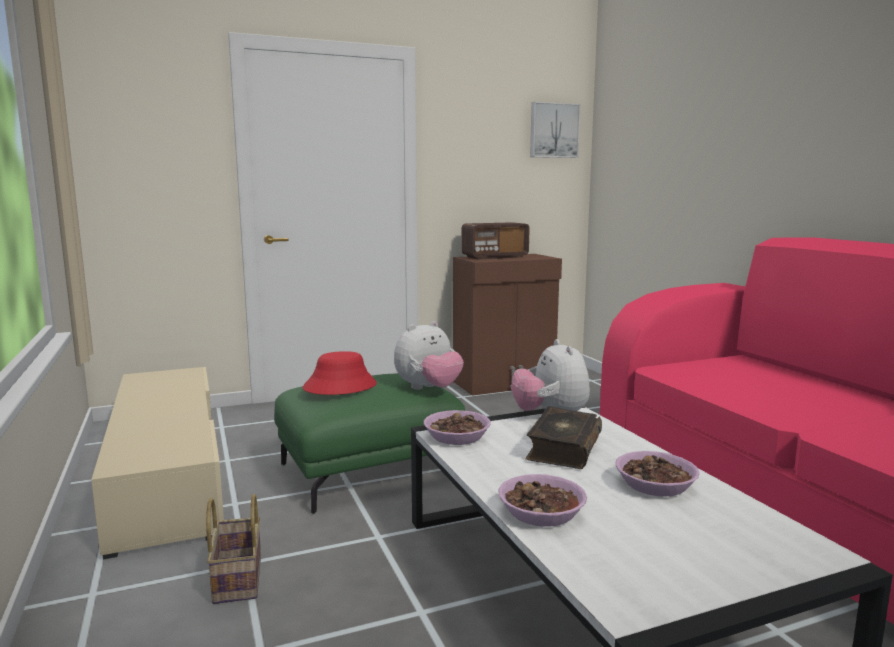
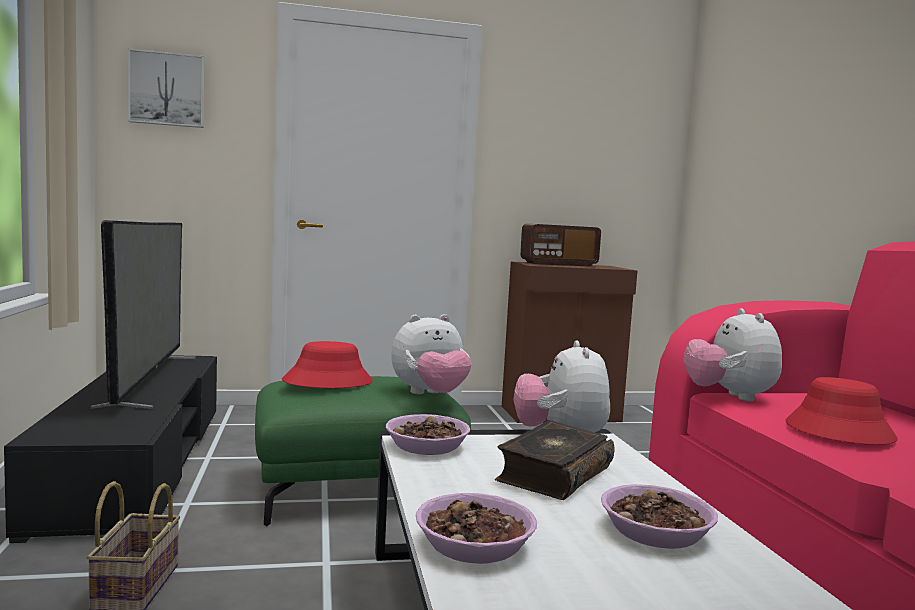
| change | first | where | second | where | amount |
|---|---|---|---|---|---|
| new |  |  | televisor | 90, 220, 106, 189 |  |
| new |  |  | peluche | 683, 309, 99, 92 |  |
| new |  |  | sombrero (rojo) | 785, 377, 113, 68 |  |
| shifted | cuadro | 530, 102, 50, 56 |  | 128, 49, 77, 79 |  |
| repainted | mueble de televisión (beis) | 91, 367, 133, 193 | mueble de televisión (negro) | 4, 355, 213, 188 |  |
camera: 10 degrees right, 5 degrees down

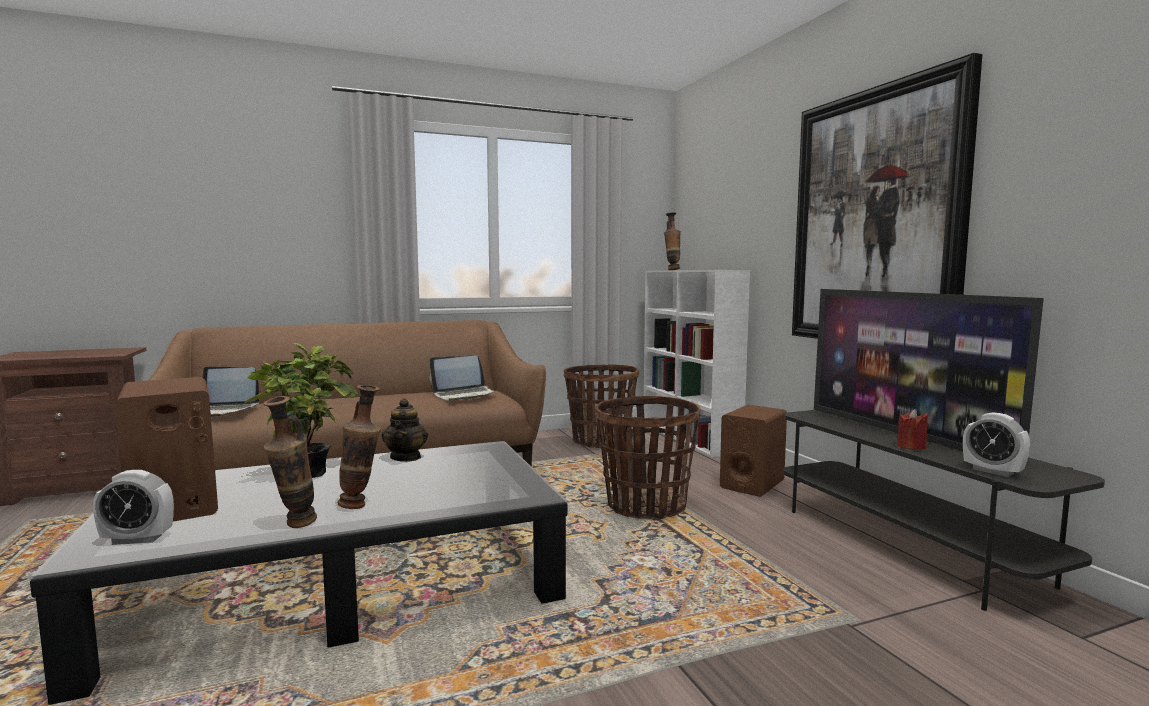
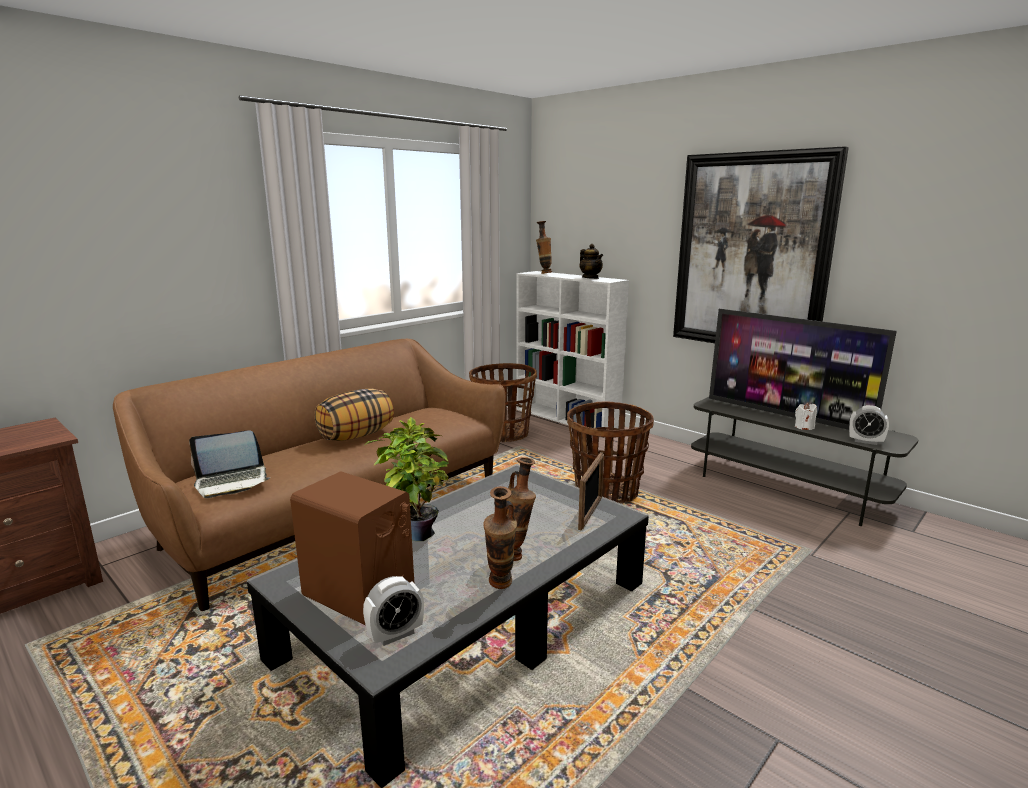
| change | first | where | second | where | amount |
|---|---|---|---|---|---|
| gone | portátil | 429, 355, 68, 46 |  |  |  |
| gone | altavoz (marrón) | 720, 405, 67, 92 |  |  |  |
| new |  |  | cojín | 315, 388, 79, 53 |  |
| new |  |  | portarretratos | 578, 453, 26, 77 |  |
| shifted | tetera | 382, 398, 46, 64 |  | 580, 244, 23, 35 |  |
| repainted | vela (rojo) | 897, 409, 31, 41 | vela (blanco) | 795, 402, 22, 28 |  |
camera: 25 degrees left, 10 degrees up

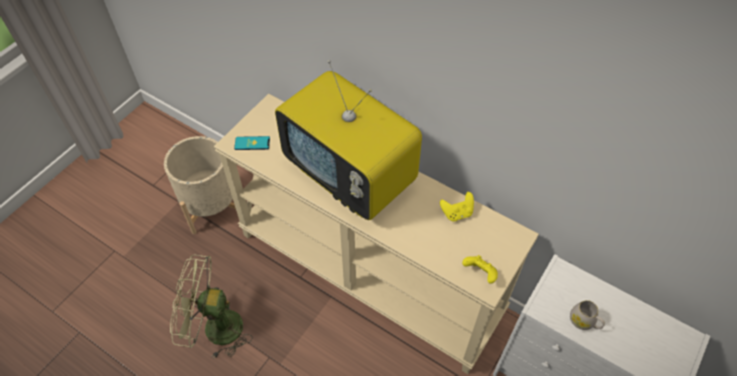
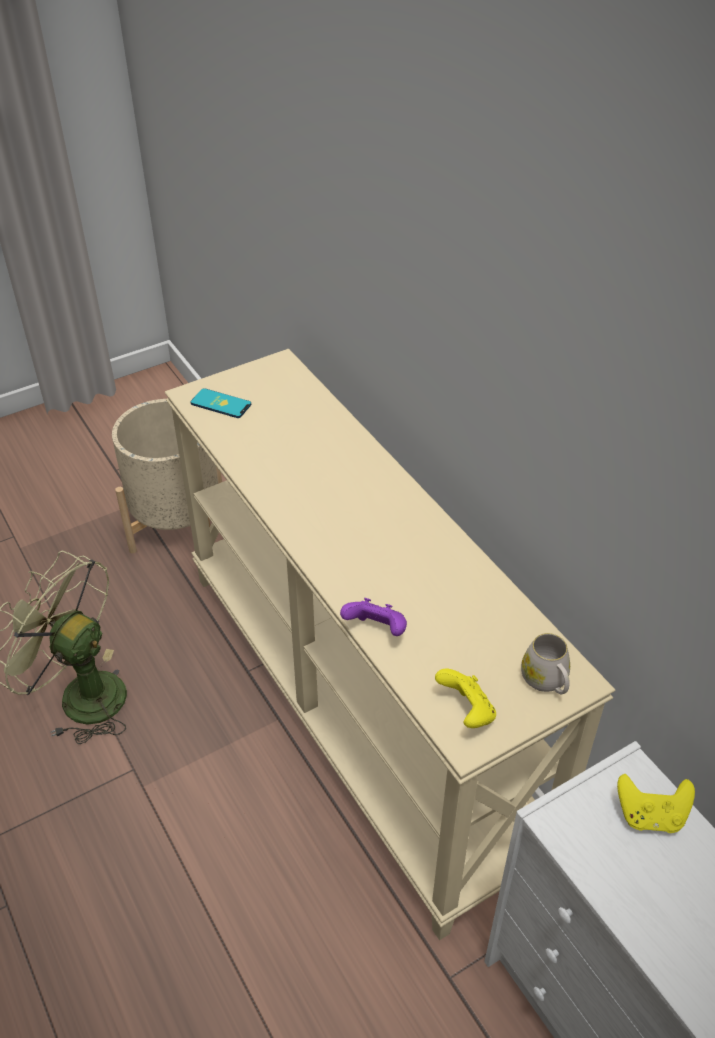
| change | first | where | second | where | amount |
|---|---|---|---|---|---|
| gone | televisor | 275, 60, 147, 160 |  |  |  |
| new |  |  | mando de consola (morado) | 340, 598, 67, 38 |  |
| shifted | mando de consola (amarillo) | 440, 192, 34, 29 |  | 617, 774, 78, 59 |  |
| shifted | taza grande (blanco) | 570, 300, 35, 30 |  | 521, 633, 49, 61 |  |
camera: 25 degrees right, 10 degrees down

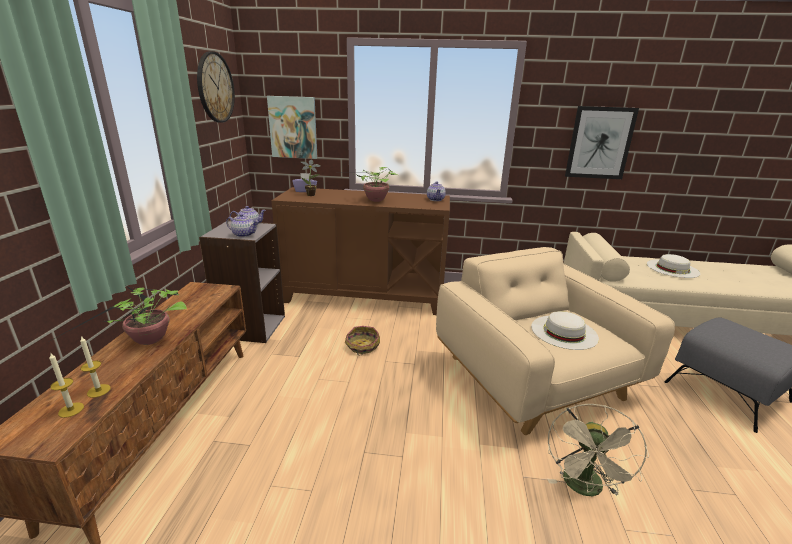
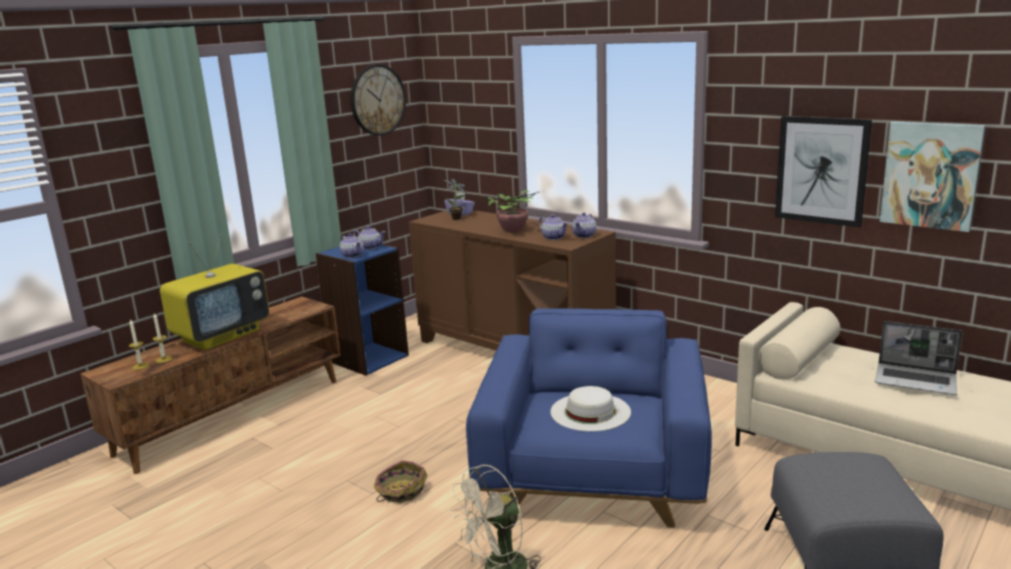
| change | first | where | second | where | amount |
|---|---|---|---|---|---|
| new |  |  | tetera | 539, 214, 29, 26 |  |
| shifted | cuadro | 267, 96, 51, 63 |  | 880, 121, 106, 111 |  |
| shifted | cesta | 345, 326, 35, 29 |  | 374, 460, 53, 43 |  |
| swapped | planta en maceta | 50, 286, 137, 59 | televisor | 160, 235, 109, 115 |  |
| swapped | sombrero (blanco) | 647, 254, 53, 24 | portátil | 875, 321, 88, 74 |  |
| repainted | estantería (gris) | 199, 220, 86, 123 | estantería (azul) | 316, 244, 93, 132 |  |
| repainted | sillón (beis) | 436, 247, 239, 188 | sillón (azul) | 466, 308, 246, 220 |  |
camera: 35 degrees right, 5 degrees down

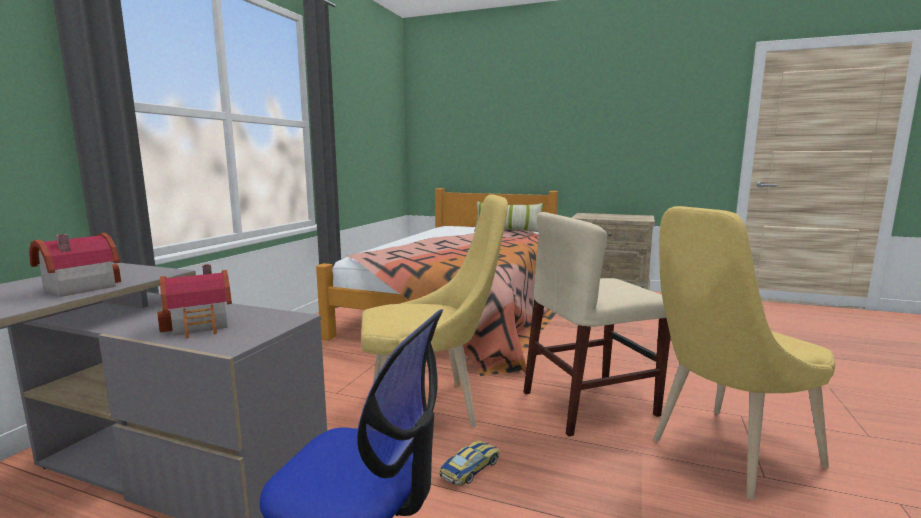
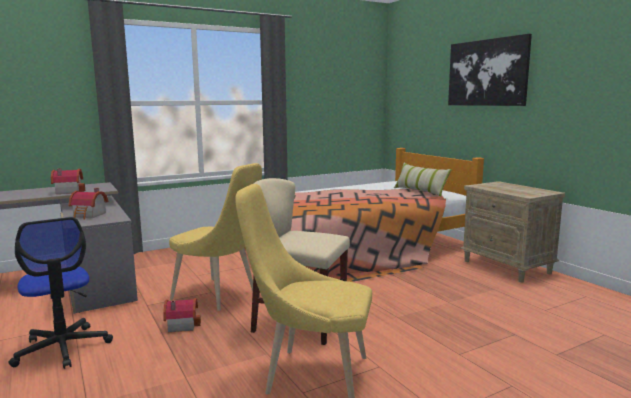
| change | first | where | second | where | amount |
|---|---|---|---|---|---|
| new |  |  | cuadro | 448, 34, 84, 72 |  |
| swapped | coche de juguete | 439, 441, 61, 45 | casita | 163, 298, 38, 34 |  |
camera: 40 degrees right, 0 degrees up

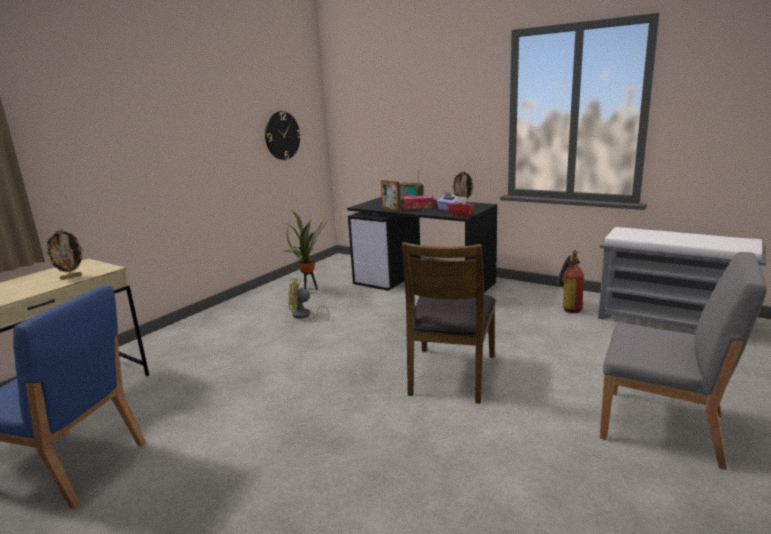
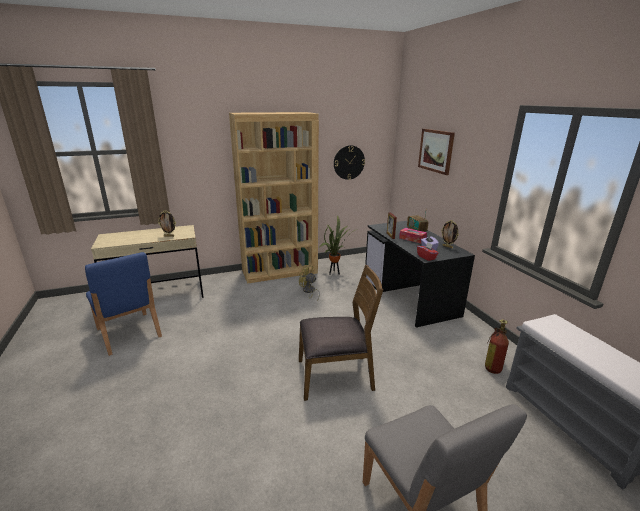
| change | first | where | second | where | amount |
|---|---|---|---|---|---|
| new |  |  | estantería (marrón) | 229, 112, 90, 172 |  |
| new |  |  | cuadro | 418, 129, 37, 46 |  |
| rotated | silla (marrón) | 402, 242, 94, 162 |  | 299, 265, 84, 136 | 150 degrees counterclockwise |
camera: 35 degrees right, 5 degrees up

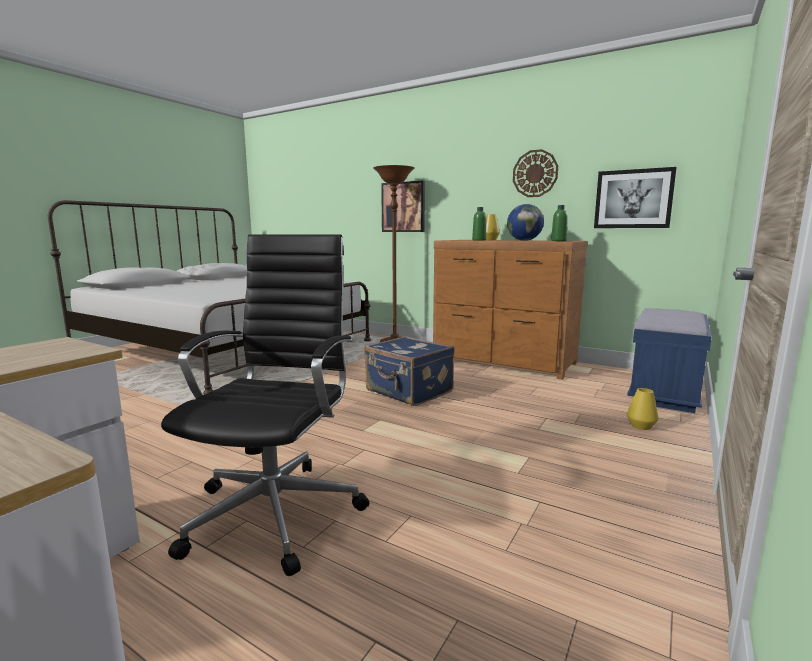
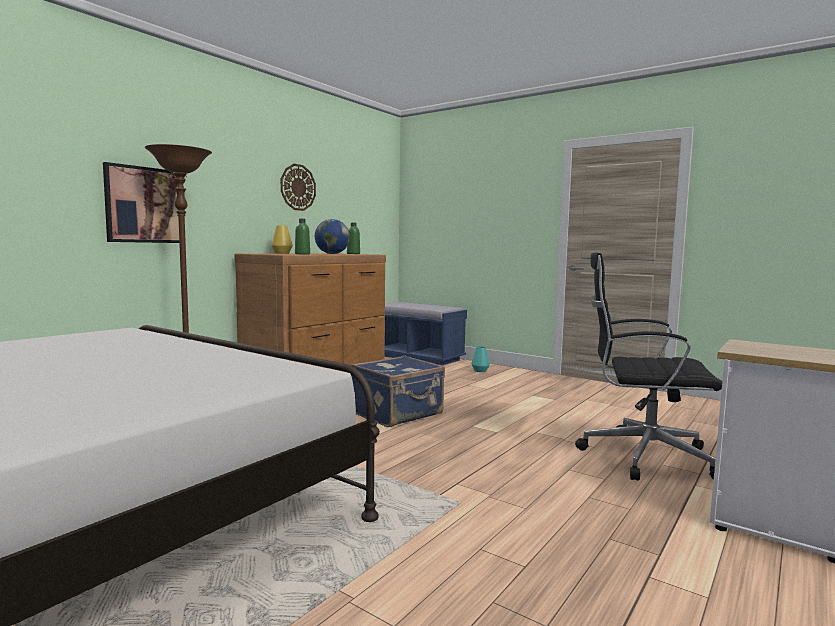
| change | first | where | second | where | amount |
|---|---|---|---|---|---|
| gone | cuadro | 594, 167, 83, 61 |  |  |  |
| repainted | florero (amarillo) | 627, 388, 32, 42 | florero (turquesa) | 471, 346, 19, 26 |  |
camera: 85 degrees left, 5 degrees down

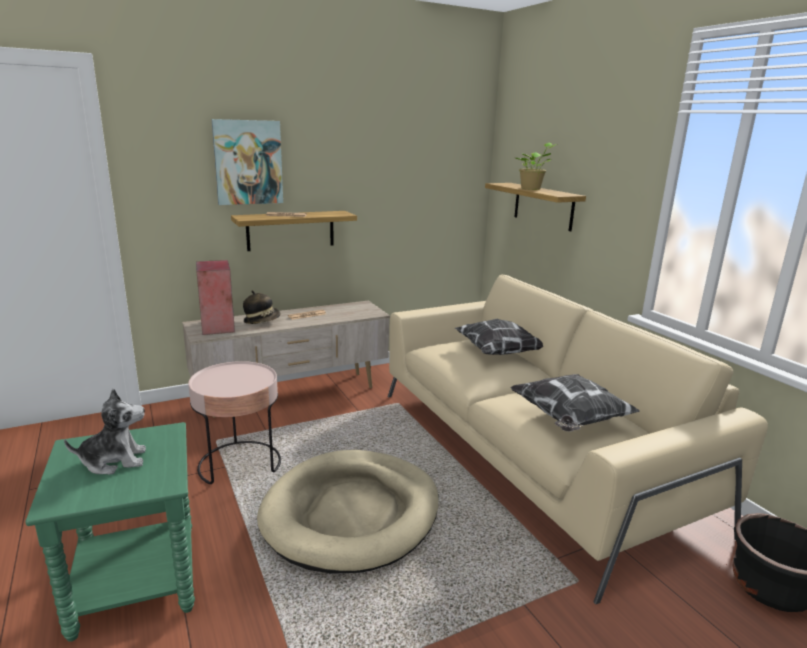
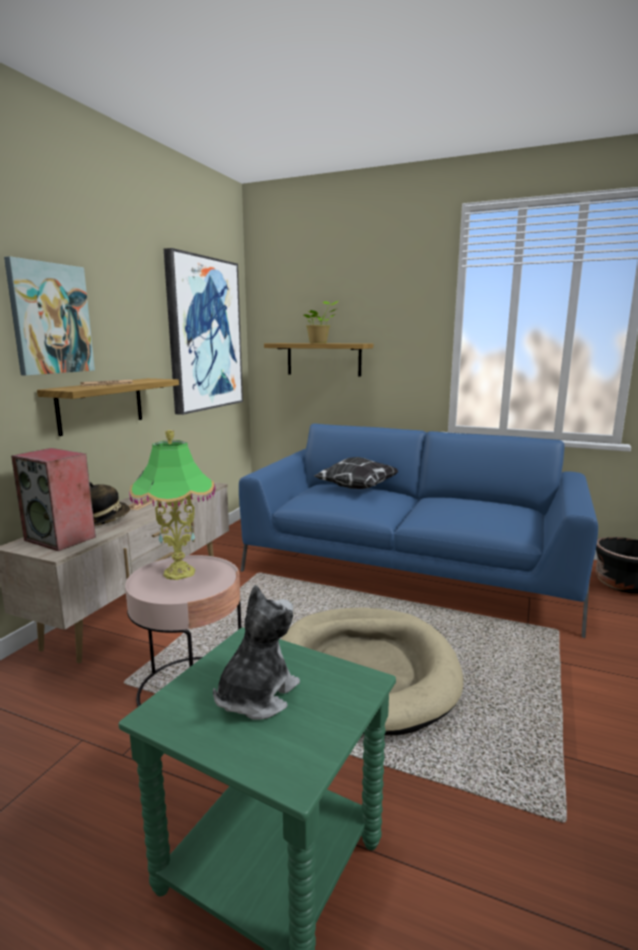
| change | first | where | second | where | amount |
|---|---|---|---|---|---|
| gone | cojín | 510, 374, 130, 58 |  |  |  |
| new |  |  | lámpara de mesa | 129, 430, 86, 150 |  |
| new |  |  | cuadro | 164, 248, 79, 167 |  |
| repainted | sofá (beis) | 388, 275, 380, 329 | sofá (azul) | 239, 424, 359, 214 |  |
camera: 40 degrees left, 5 degrees down

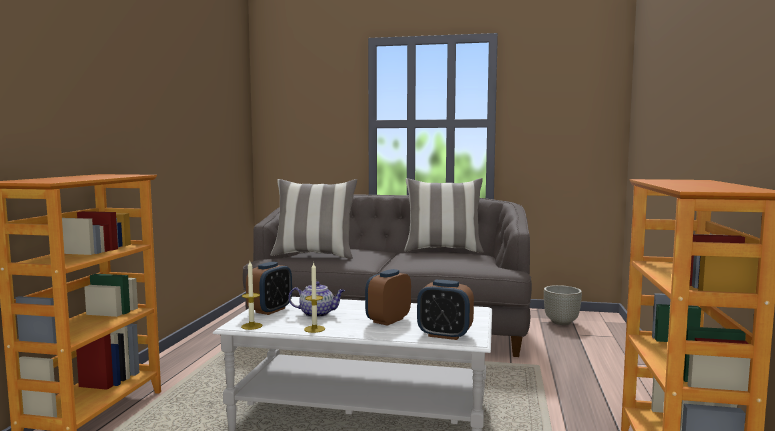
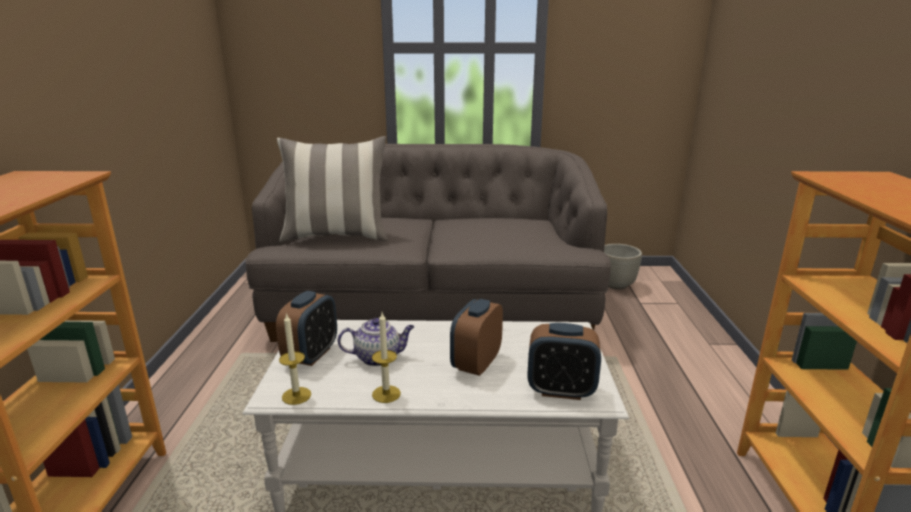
| change | first | where | second | where | amount |
|---|---|---|---|---|---|
| gone | cojín | 404, 178, 80, 75 |  |  |  |
camera: 10 degrees left, 15 degrees up

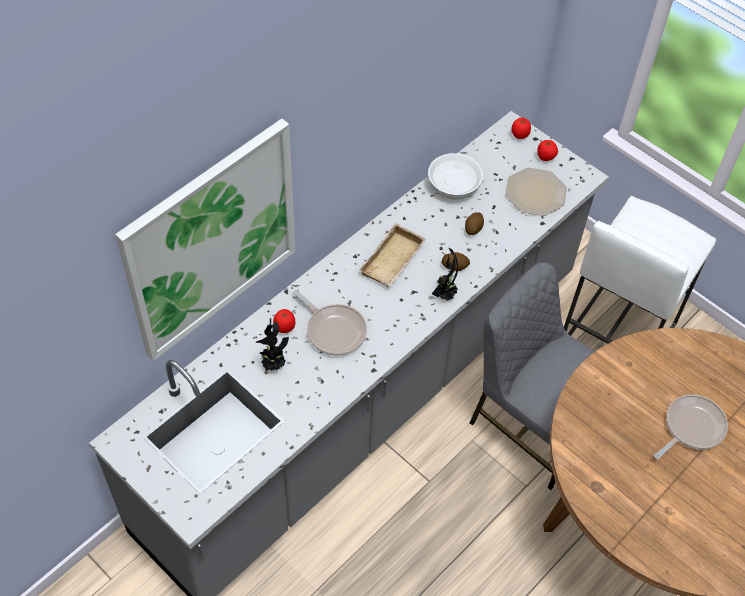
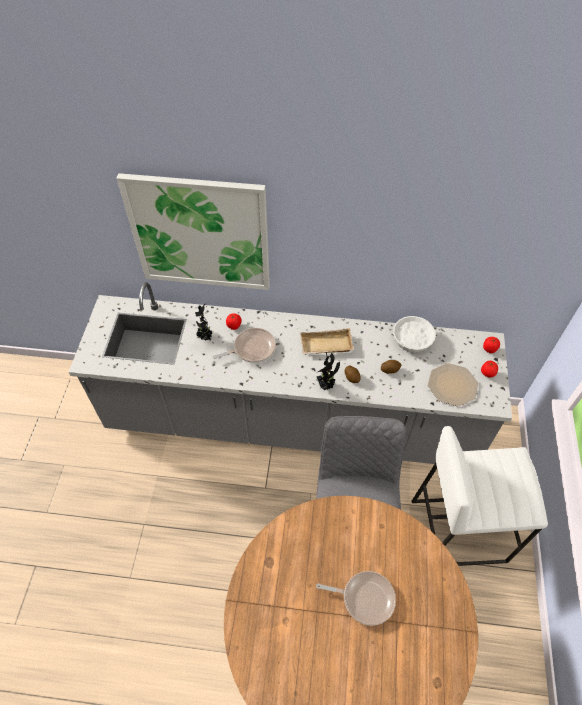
| change | first | where | second | where | amount |
|---|---|---|---|---|---|
| rotated | sartén | 293, 290, 74, 66 |  | 213, 328, 63, 35 | 120 degrees counterclockwise |
camera: 55 degrees right, 0 degrees up

